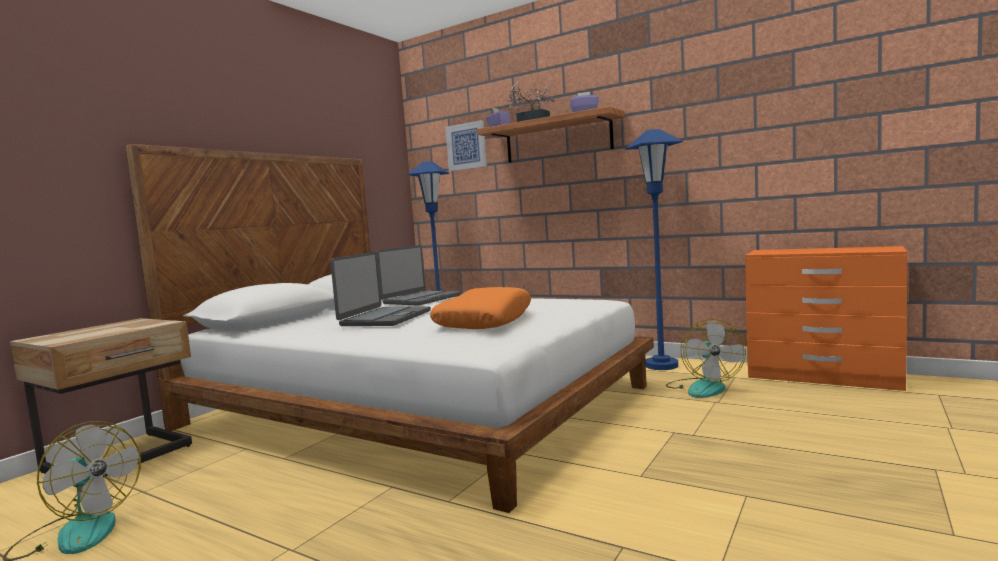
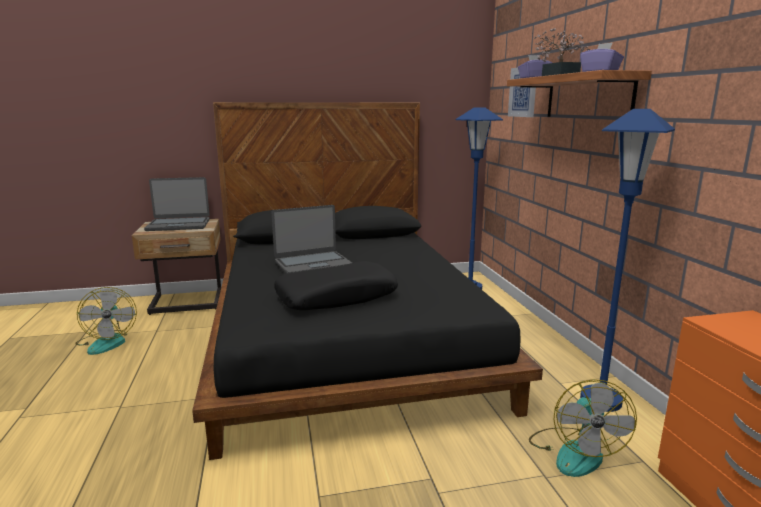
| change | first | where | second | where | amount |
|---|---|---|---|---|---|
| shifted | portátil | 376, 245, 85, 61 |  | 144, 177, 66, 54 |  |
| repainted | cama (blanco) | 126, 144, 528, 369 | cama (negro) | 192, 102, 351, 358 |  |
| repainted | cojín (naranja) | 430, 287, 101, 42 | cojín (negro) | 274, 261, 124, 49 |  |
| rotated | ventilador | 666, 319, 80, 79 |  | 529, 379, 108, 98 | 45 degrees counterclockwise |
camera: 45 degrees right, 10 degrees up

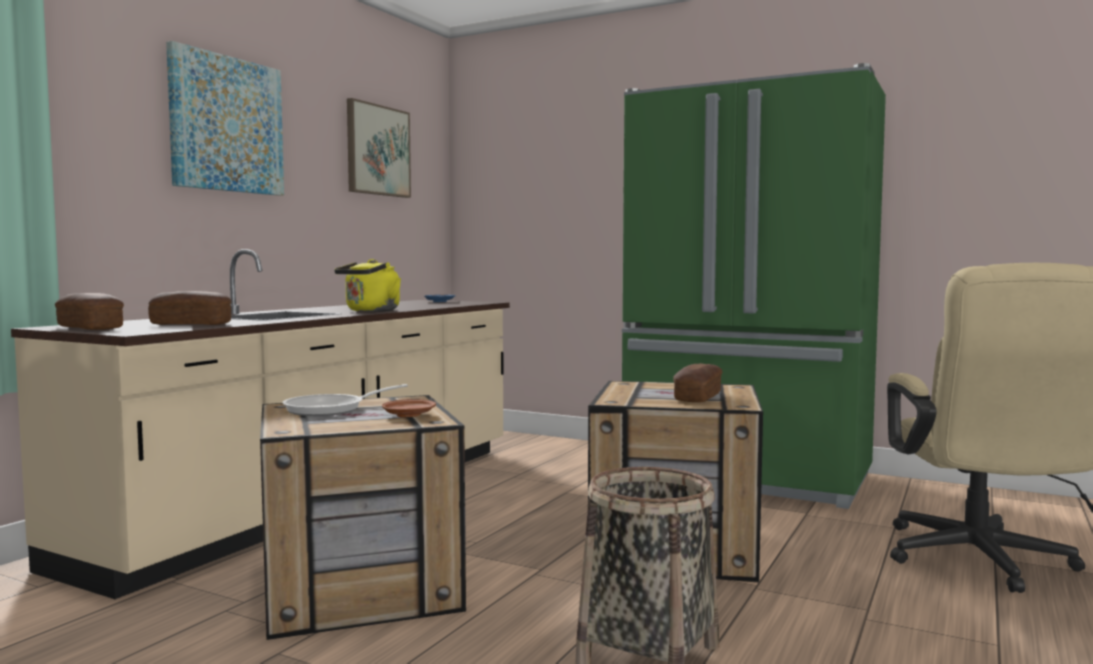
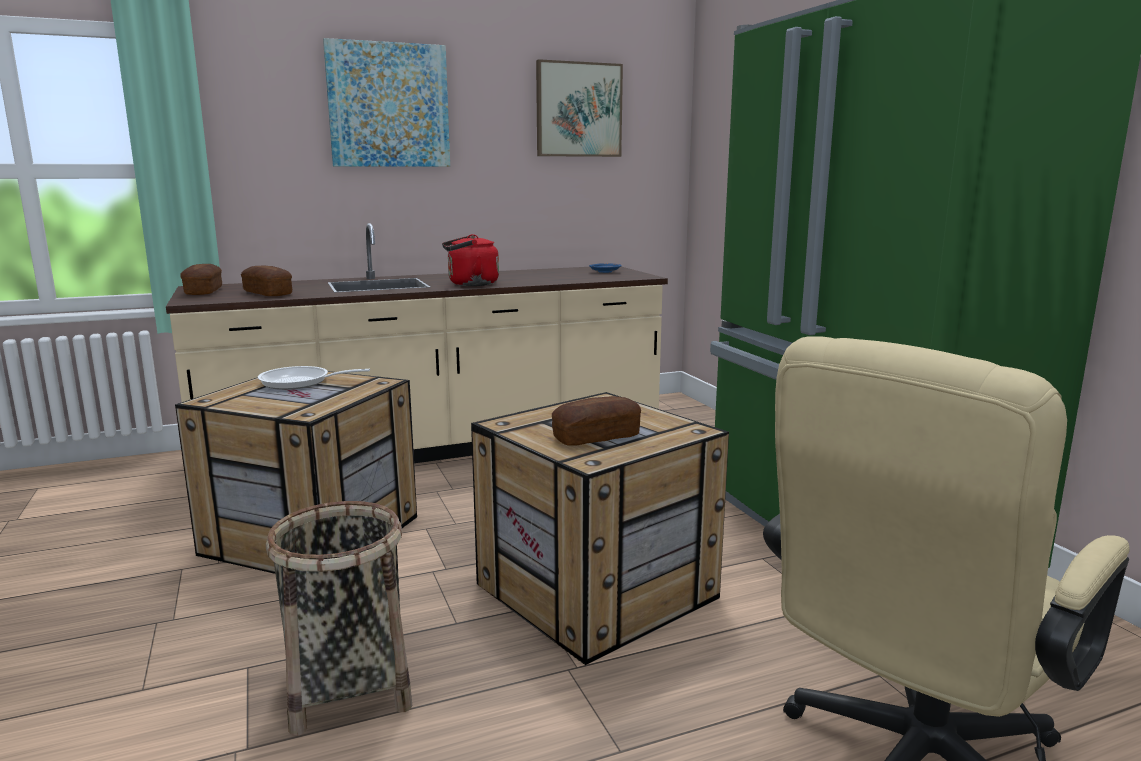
| change | first | where | second | where | amount |
|---|---|---|---|---|---|
| gone | plato (marrón) | 382, 399, 54, 18 |  |  |  |
| repainted | hervidor (amarillo) | 334, 259, 67, 53 | hervidor (rojo) | 442, 234, 57, 52 |  |
camera: 40 degrees right, 10 degrees up

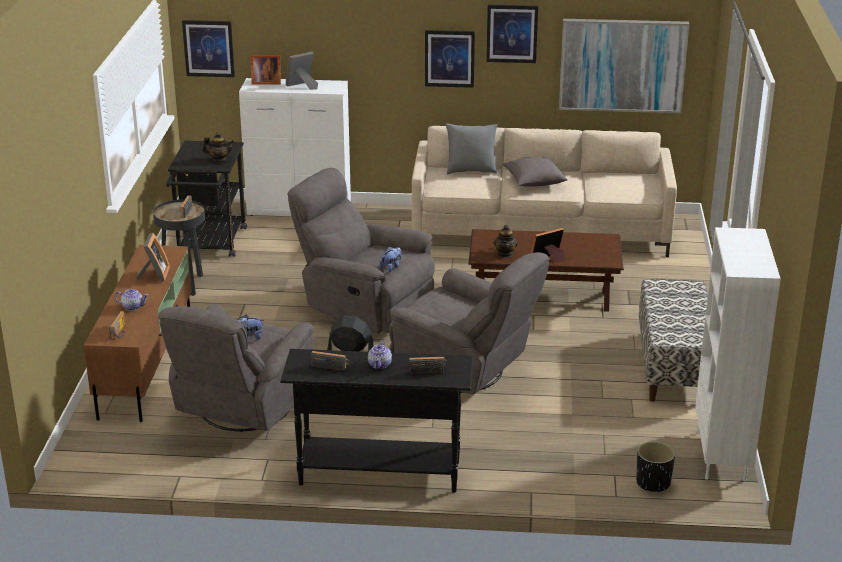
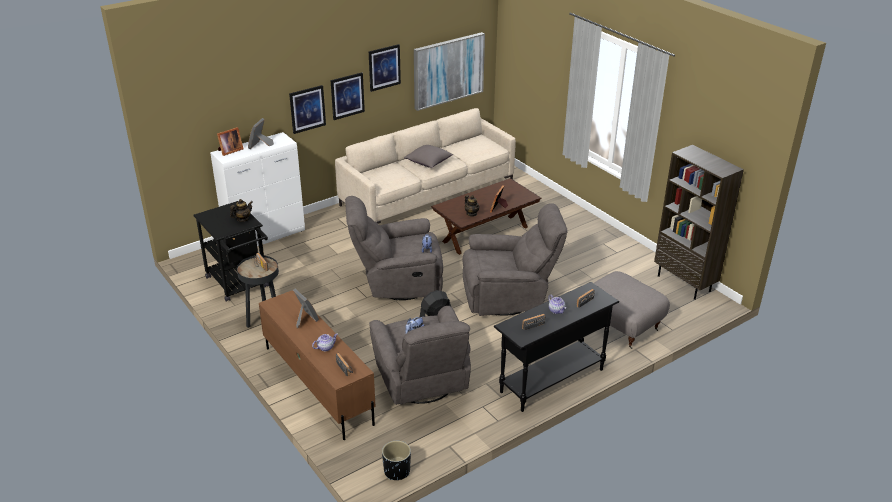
| change | first | where | second | where | amount |
|---|---|---|---|---|---|
| gone | cojín (gris) | 446, 124, 51, 50 |  |  |  |
| gone | banco | 639, 279, 69, 123 |  |  |  |
| new |  |  | puf (gris) | 594, 271, 76, 78 |  |
| shifted | cuadro | 182, 20, 53, 57 |  | 289, 85, 37, 49 |  |
| shifted | maceta (negro) | 636, 441, 39, 52 |  | 382, 441, 29, 39 |  |
| repainted | estantería (blanco) | 695, 227, 86, 254 | estantería (marrón) | 654, 145, 90, 155 |  |
camera: 40 degrees left, 5 degrees up

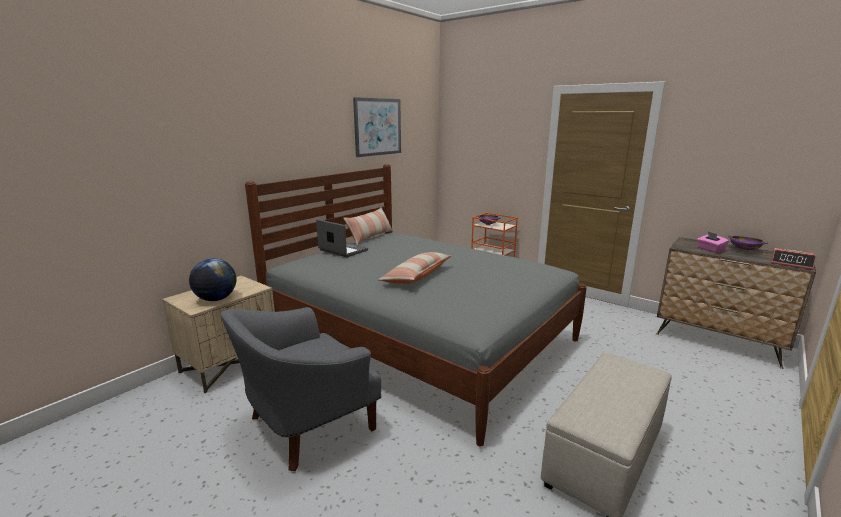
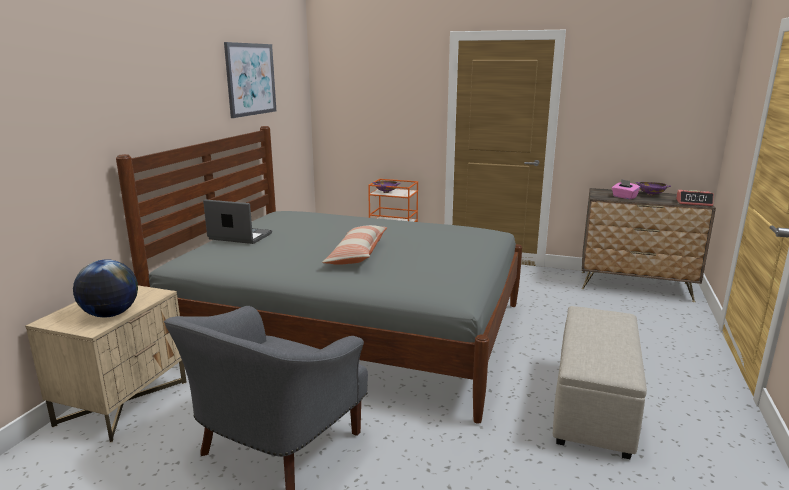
| change | first | where | second | where | amount |
|---|---|---|---|---|---|
| gone | cojín | 343, 207, 50, 38 |  |  |  |
camera: 20 degrees left, 0 degrees up

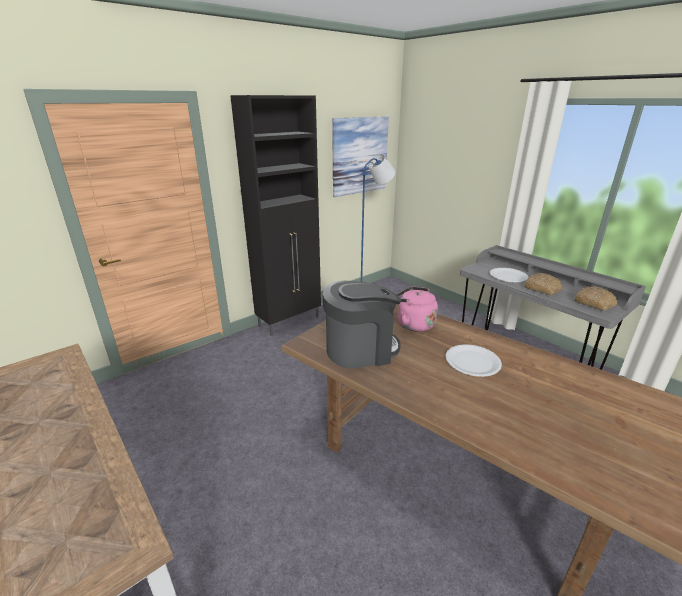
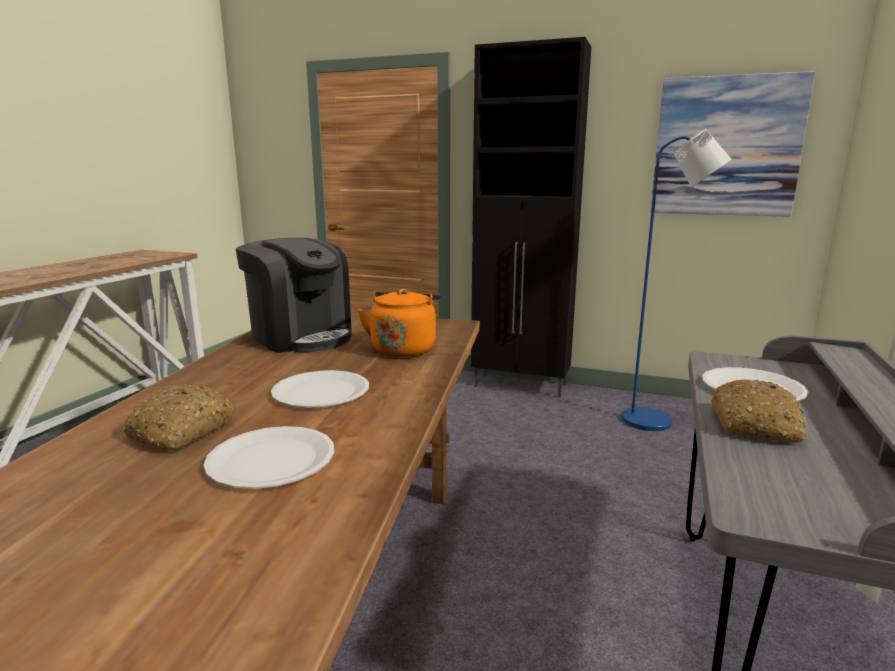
| change | first | where | second | where | amount |
|---|---|---|---|---|---|
| new |  |  | plato (blanco) | 204, 426, 130, 63 |  |
| shifted | pan | 574, 286, 43, 25 |  | 123, 384, 112, 67 |  |
| repainted | hervidor (rosa) | 396, 287, 42, 45 | hervidor (naranja) | 358, 289, 83, 68 |  |
camera: 60 degrees right, 10 degrees down

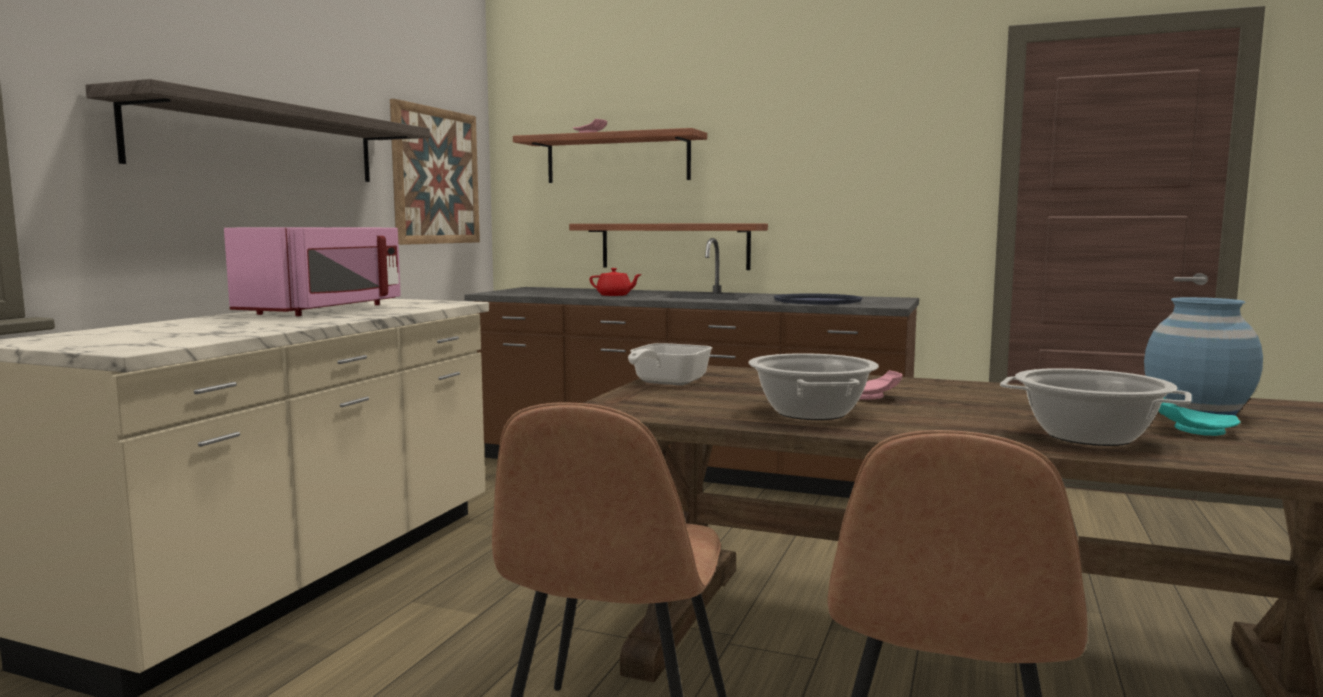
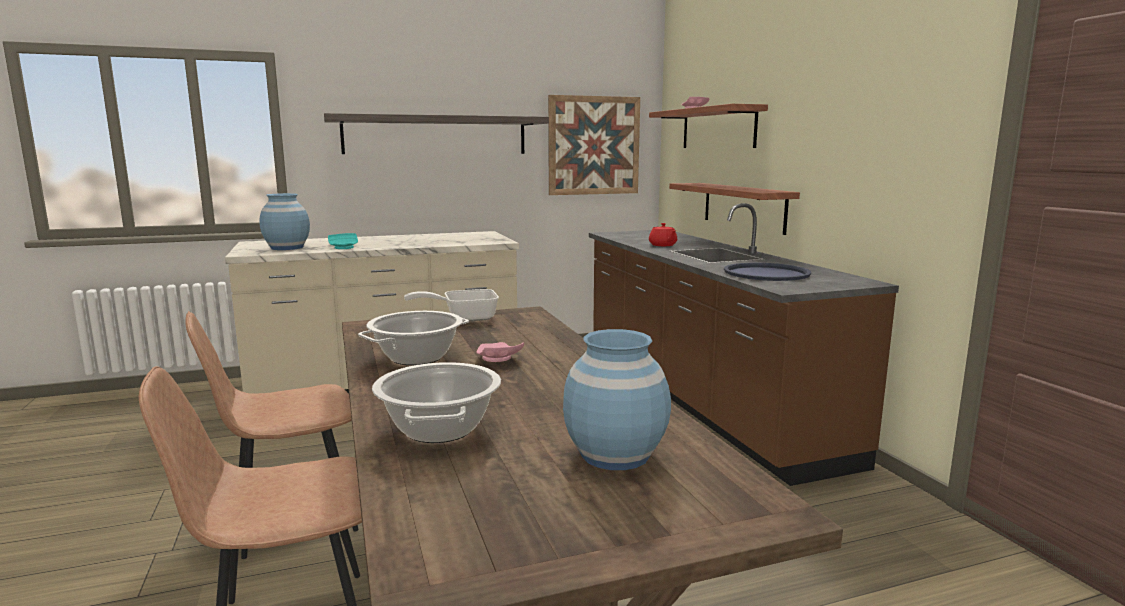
| change | first | where | second | where | amount |
|---|---|---|---|---|---|
| gone | microondas (rosa) | 224, 227, 177, 89 |  |  |  |
| new |  |  | florero (azul) | 259, 193, 51, 57 |  |
| shifted | plato (turquesa) | 1158, 397, 83, 39 |  | 328, 233, 30, 16 |  |
camera: 50 degrees right, 5 degrees up

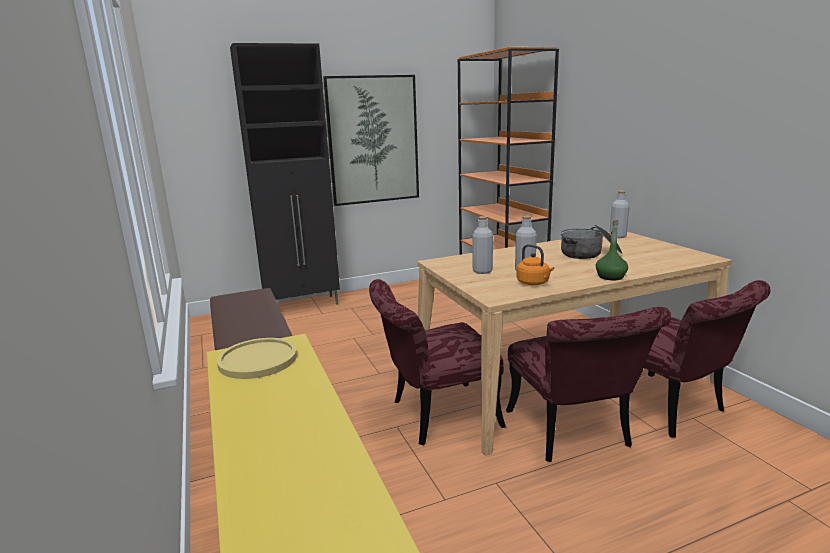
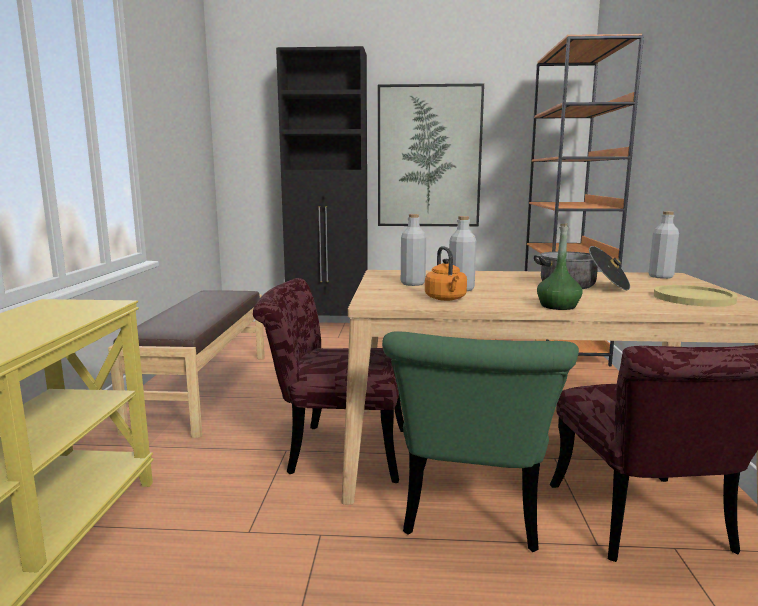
| change | first | where | second | where | amount |
|---|---|---|---|---|---|
| shifted | plato (amarillo) | 217, 338, 80, 41 |  | 654, 285, 83, 22 |  |
| repainted | silla (rojo) | 506, 307, 165, 155 | silla (verde) | 382, 331, 197, 221 |  |
camera: 25 degrees right, 5 degrees down

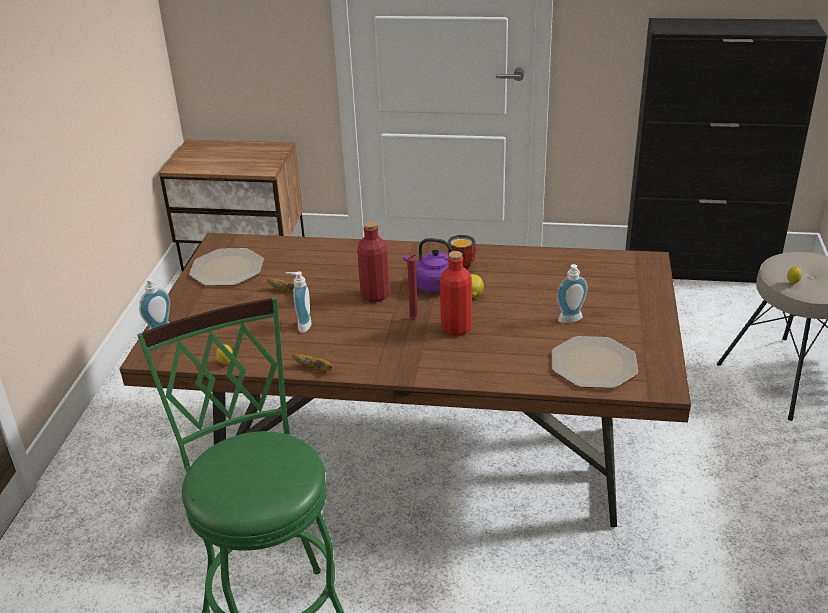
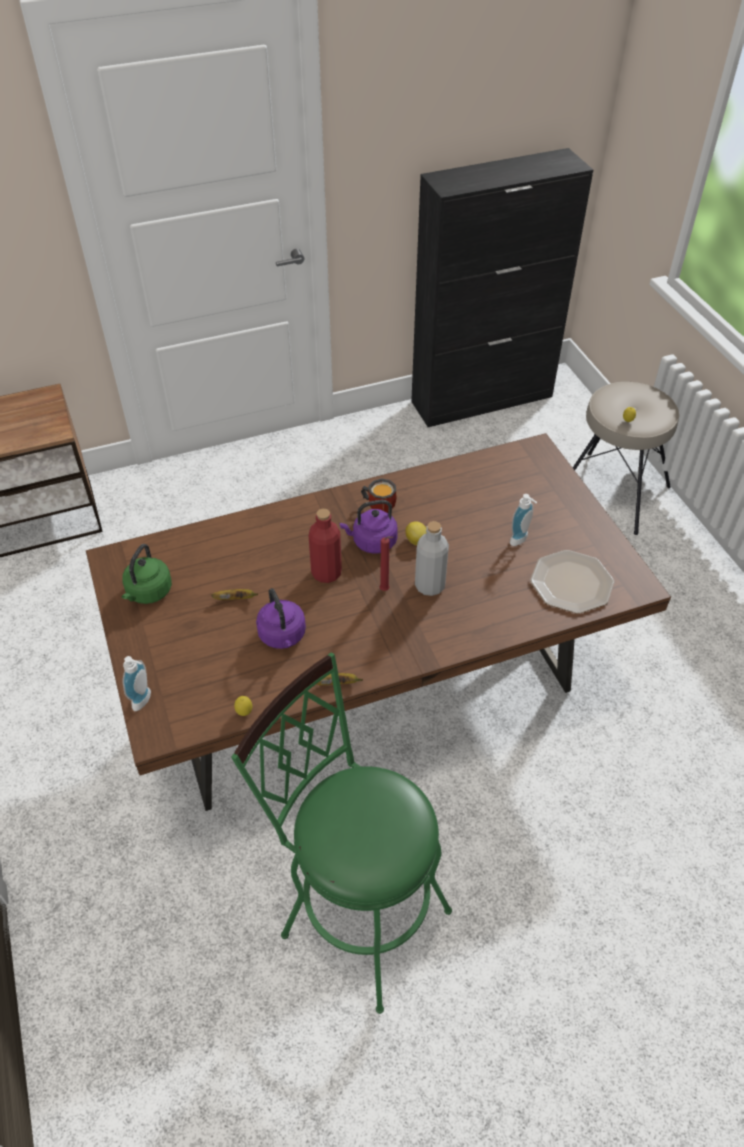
| change | first | where | second | where | amount |
|---|---|---|---|---|---|
| swapped | plato | 189, 248, 75, 38 | hervidor (verde) | 122, 544, 50, 60 |  |
| swapped | dispensador de jabón | 285, 271, 27, 62 | hervidor (morado) | 256, 588, 50, 61 |  |
| repainted | botella (rojo) | 440, 251, 32, 85 | botella (gris) | 415, 521, 34, 75 |  |
camera: 30 degrees left, 15 degrees up

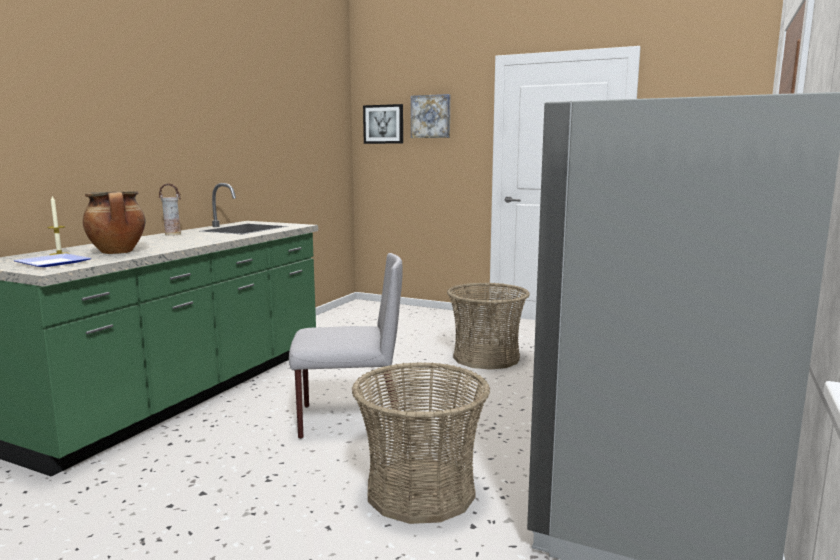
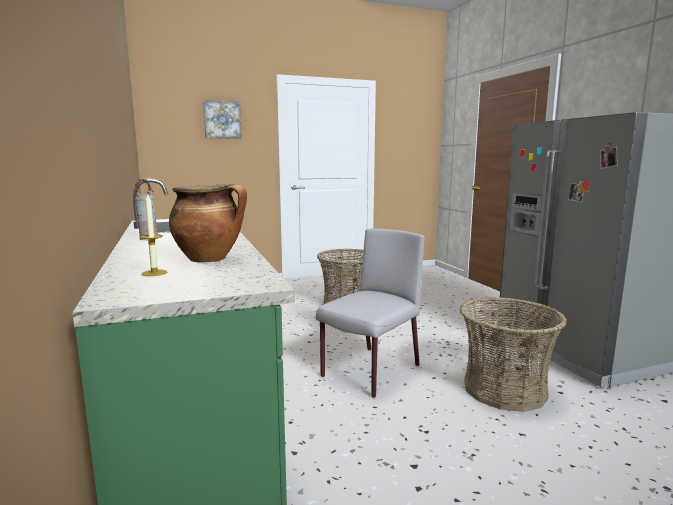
| change | first | where | second | where | amount |
|---|---|---|---|---|---|
| gone | plato | 13, 253, 78, 14 |  |  |  |
| gone | cuadro | 363, 104, 40, 40 |  |  |  |
camera: 45 degrees left, 0 degrees up

